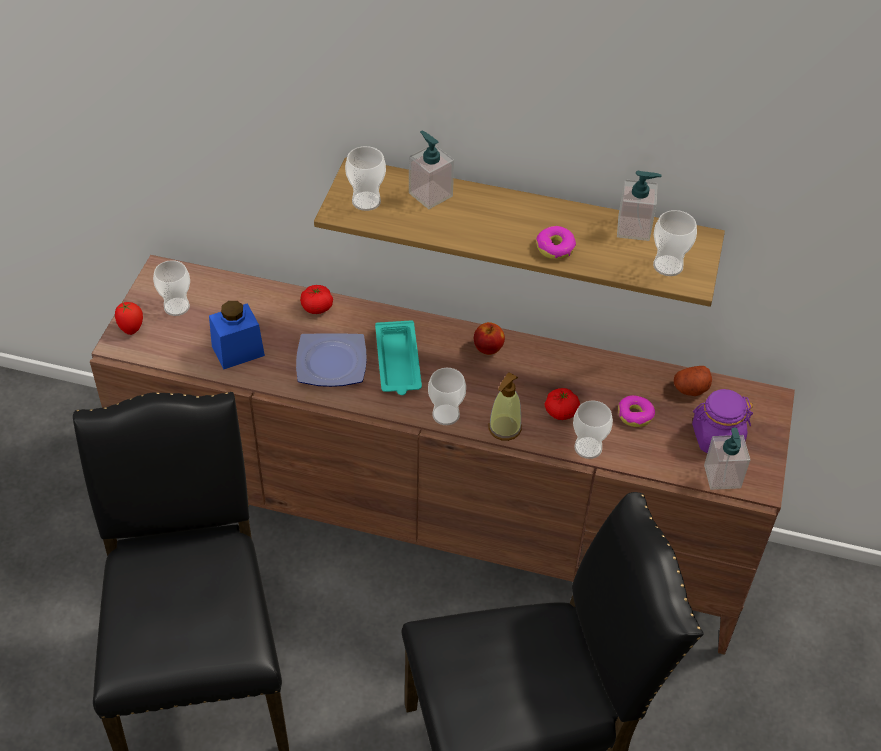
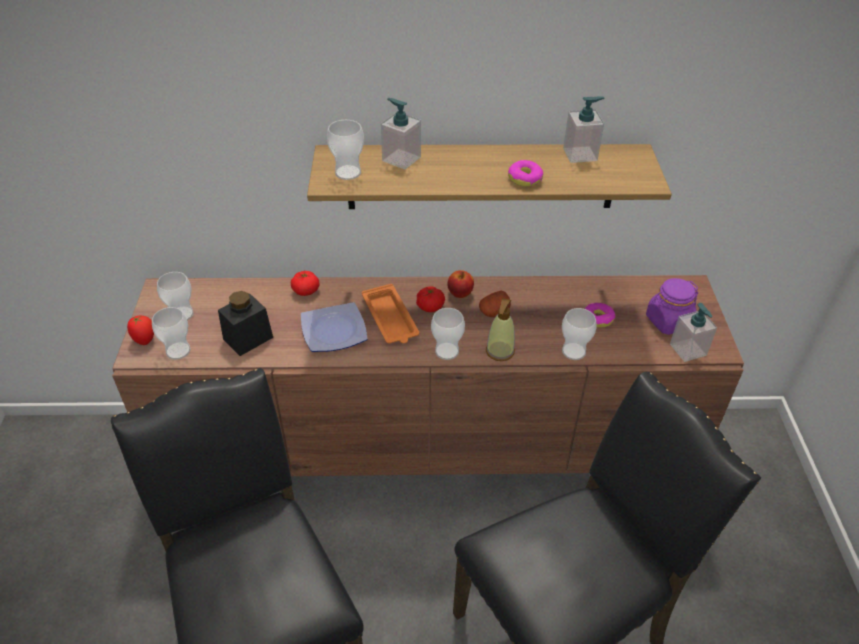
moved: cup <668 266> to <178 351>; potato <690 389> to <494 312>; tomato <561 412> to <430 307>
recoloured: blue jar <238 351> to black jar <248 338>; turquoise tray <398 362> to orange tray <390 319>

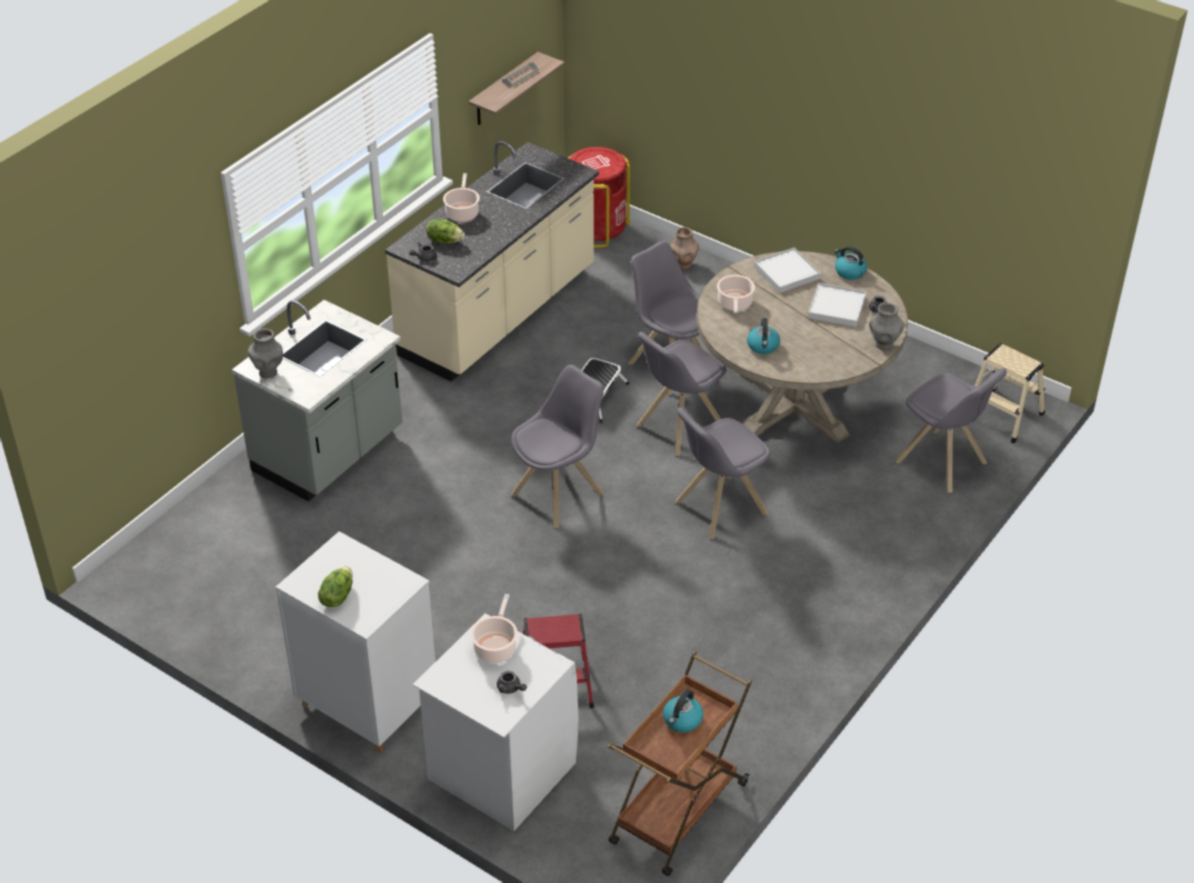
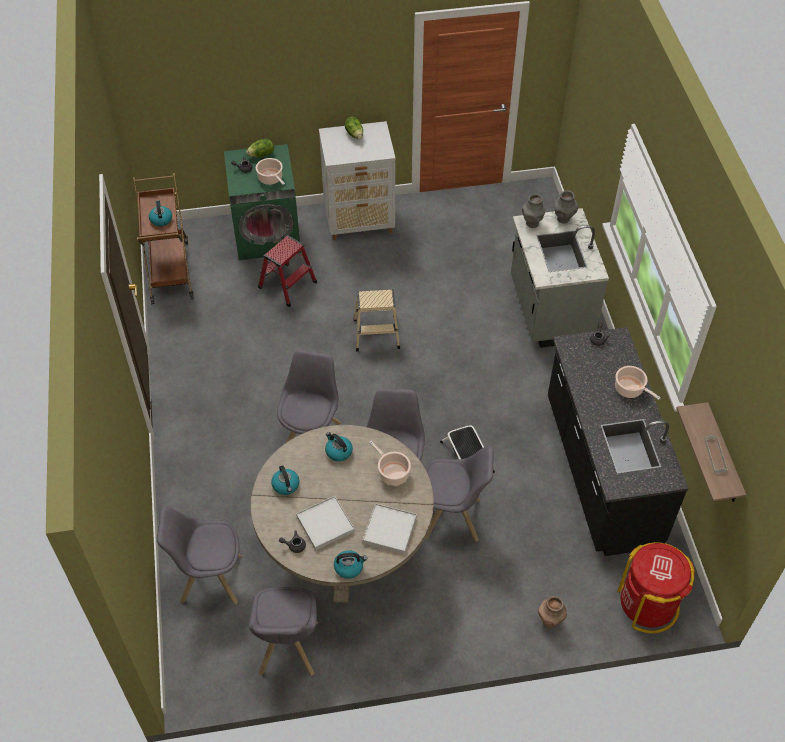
added: kettle <286 485>
moved: lettuce <445 240> to <261 155>; grey vase <883 345> to <532 223>; beige step ladder <1003 415> to <376 333>; grey chair <558 495> to <288 648>
recoloured: beige counter <499 314> to black counter <600 472>; white washing machine <499 771> to green washing machine <267 234>

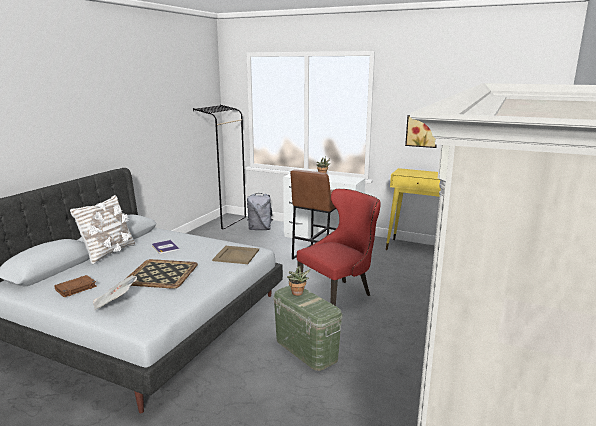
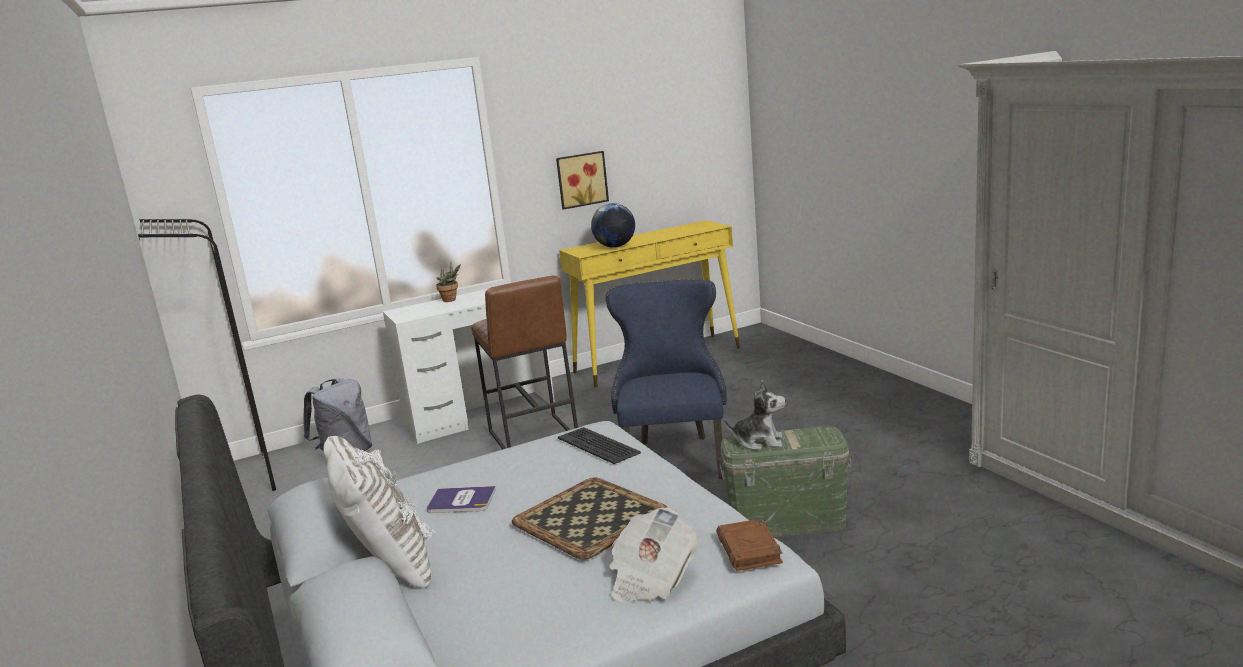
added: globe <615 246>
moved: brown book <75 288> to <749 550>
replaced: beige tray <236 255> to keyboard <599 446>; potted plant <297 294> to plush toy <759 441>
recoloured: red chair <338 295> to blue chair <674 458>

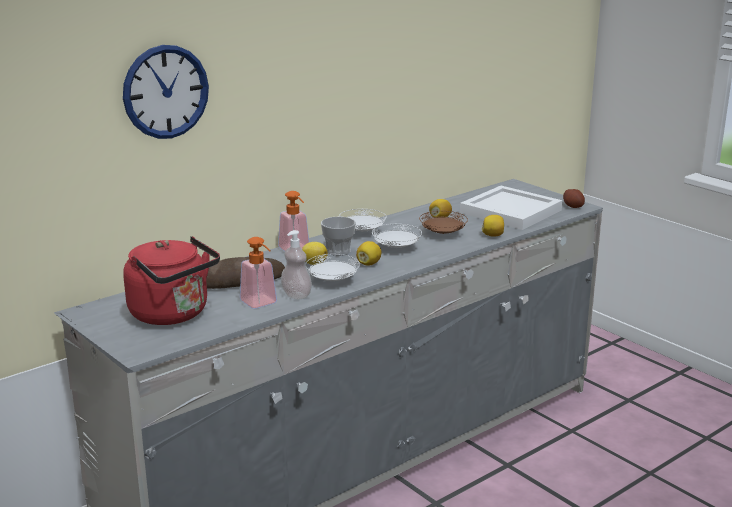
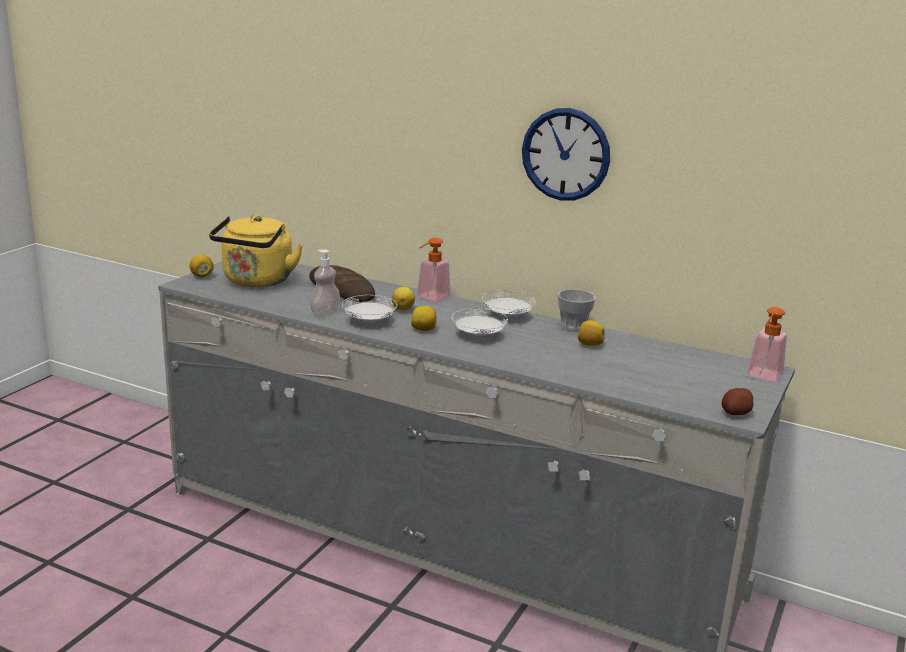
removed: white tray <511 212>; brown plate <442 233>
moved: wall clock <166 92> to <565 154>; lemon <493 235> to <202 276>; cup <338 251> to <573 326>; soap dispenser <261 304> to <762 378>
recoloured: red kettle <173 314> to yellow kettle <256 281>

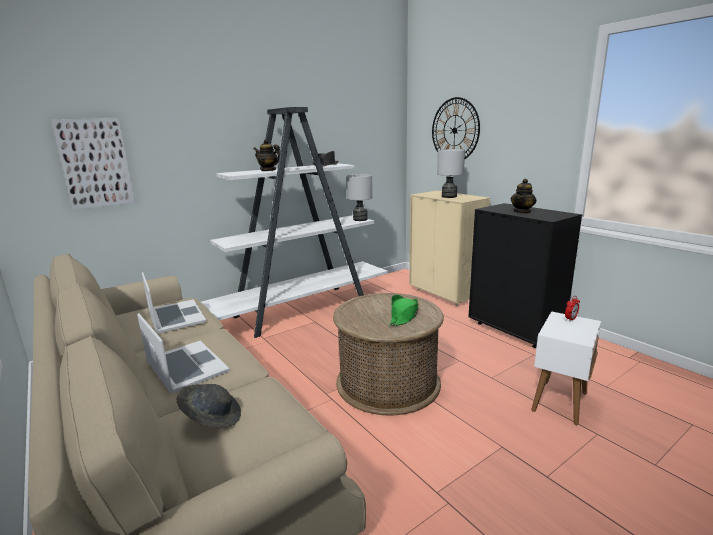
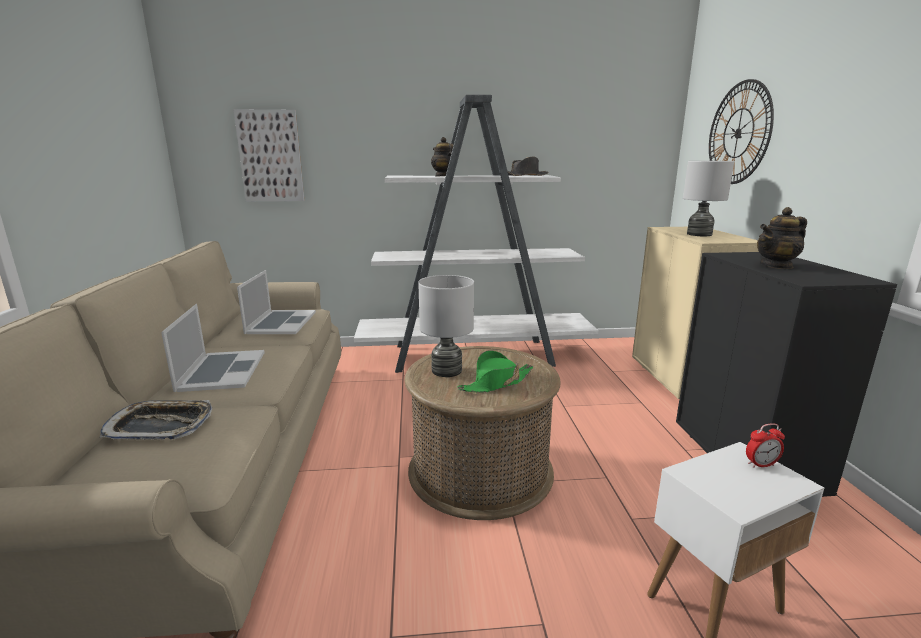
moved: grey table lamp <360 219> to <447 371>
replaced: grey hat <212 418> to tray <160 426>

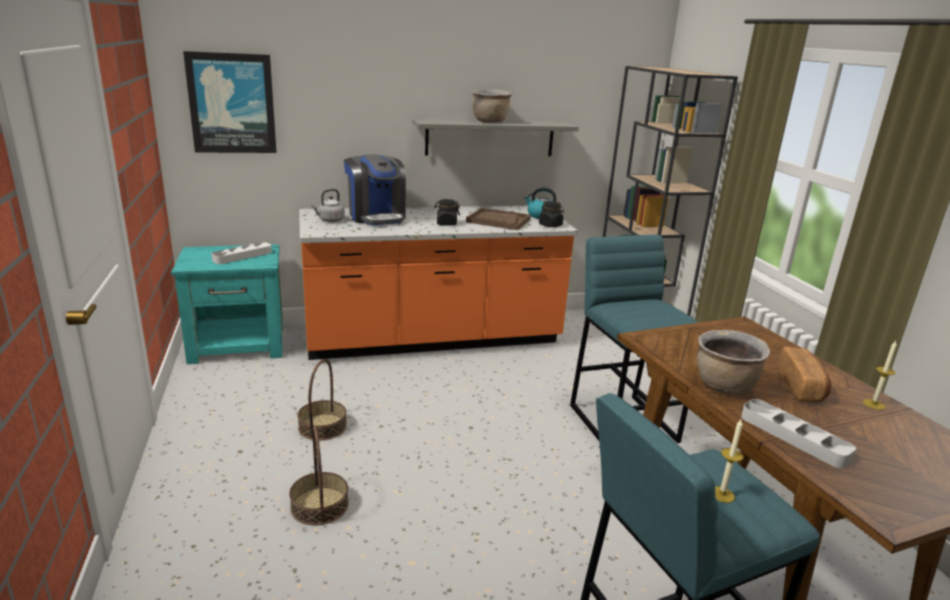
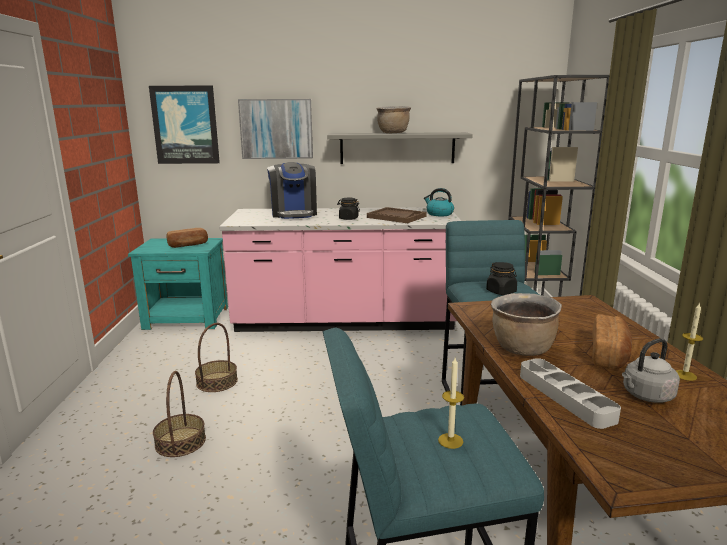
added: picture <276 129>
moved: grey kettle <330 220> to <646 396>; black jar <550 225> to <501 291>
replaced: grey tray <242 256> to bread <188 245>
recoloured: orange counter <433 338> to pink counter <345 321>

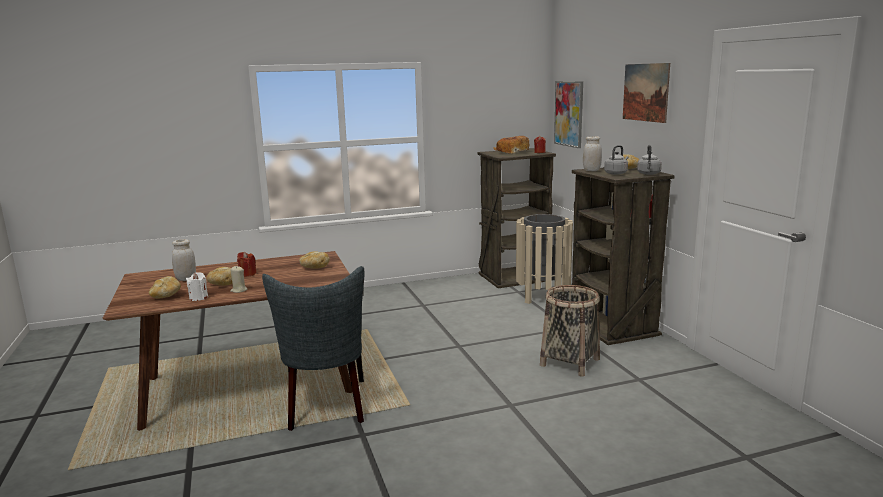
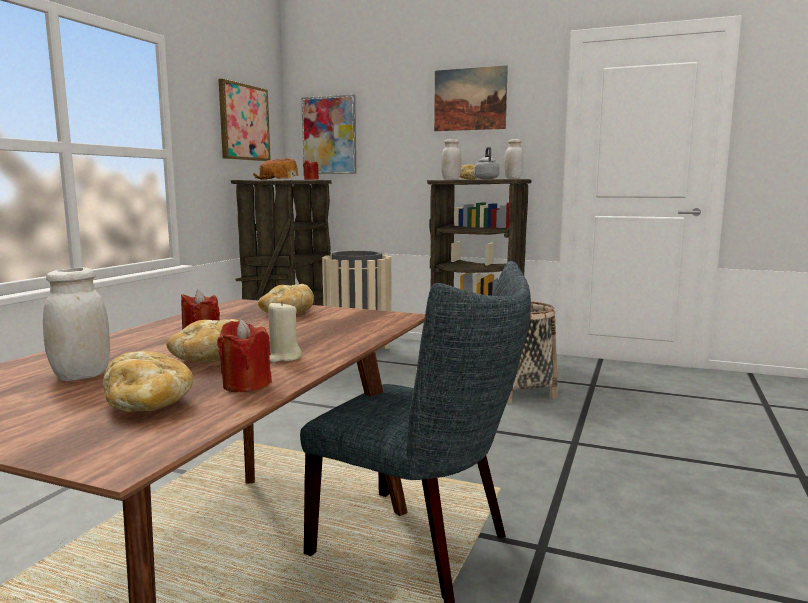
added: picture <243 122>
replaced: grey kettle <648 174> to white jar <513 178>
recoloured: white candle <198 298> to red candle <246 385>

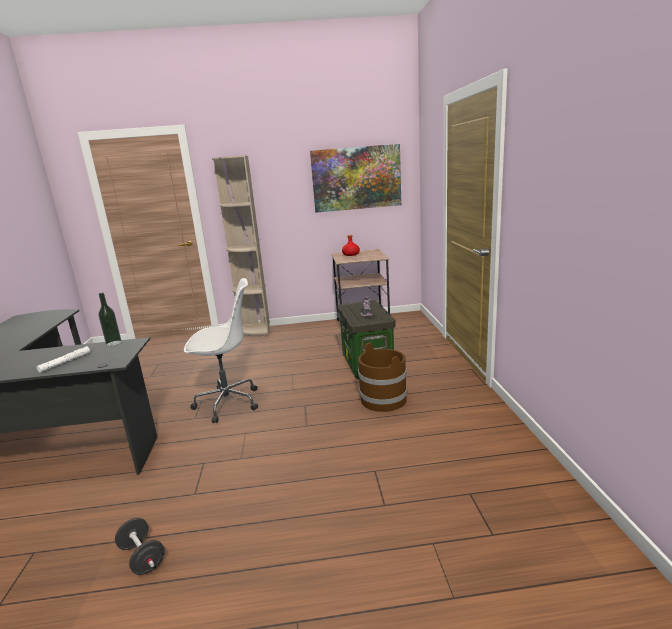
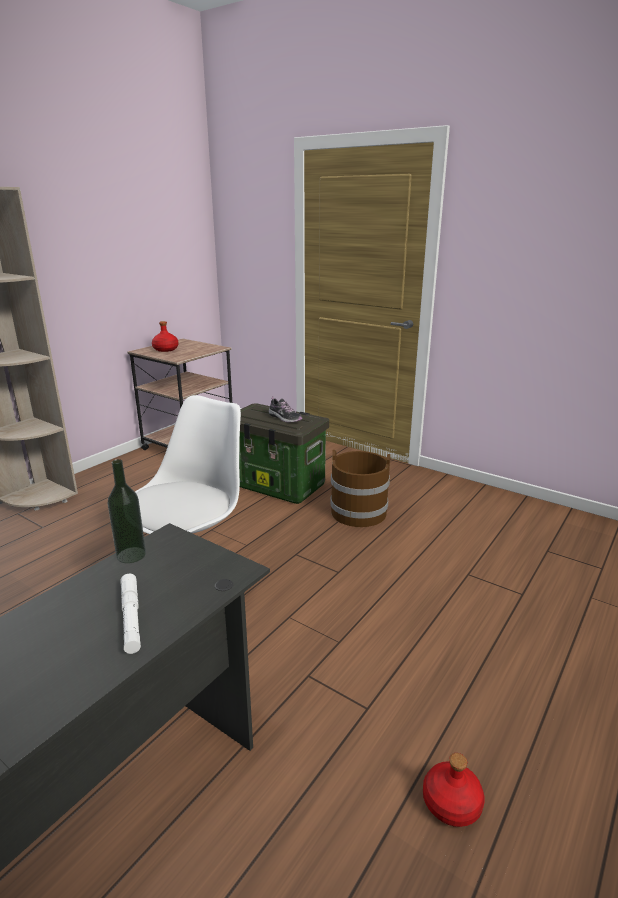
removed: picture <356 178>
replaced: black dumbbell <142 557> to red bottle <451 804>

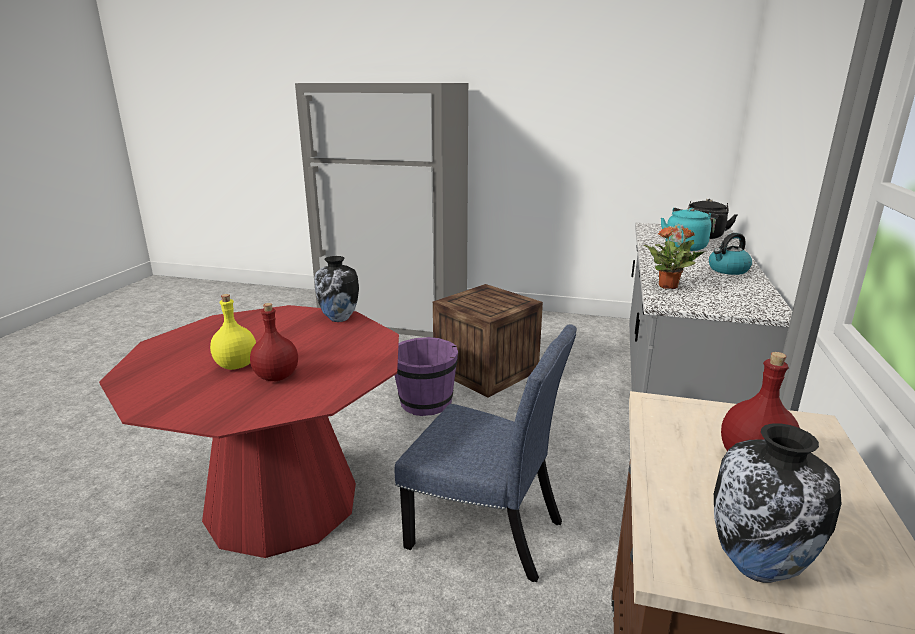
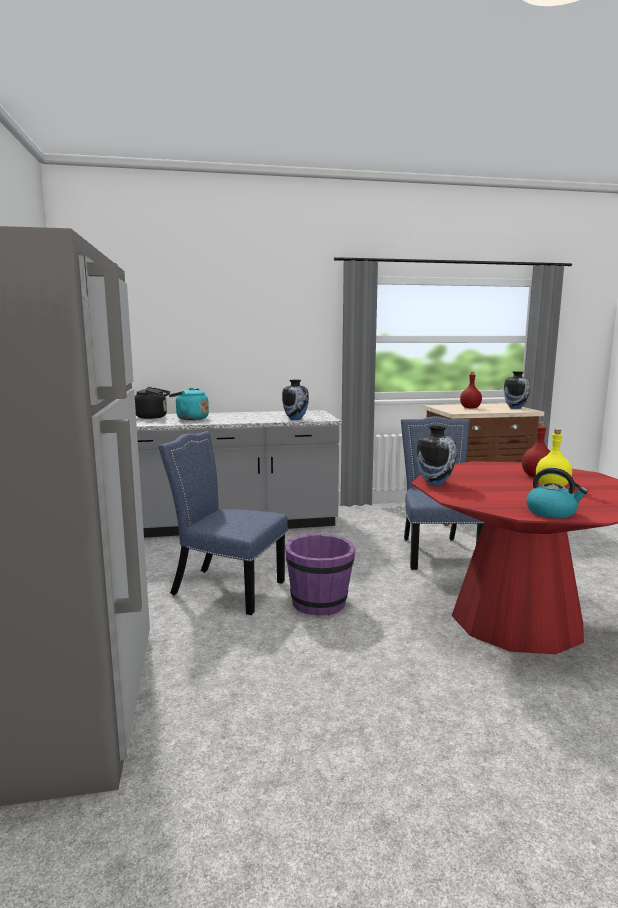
moved: kettle <728 270> to <552 512>
replaced: potted plant <669 286> to vase <295 419>; crate <486 371> to blue chair <229 589>

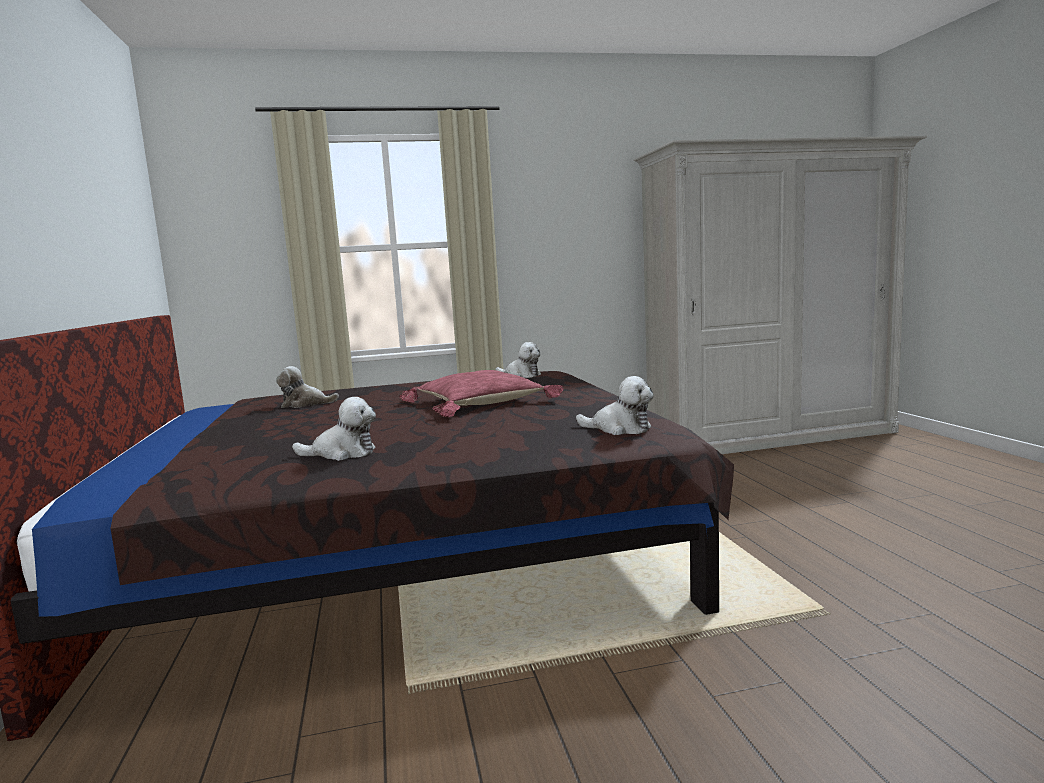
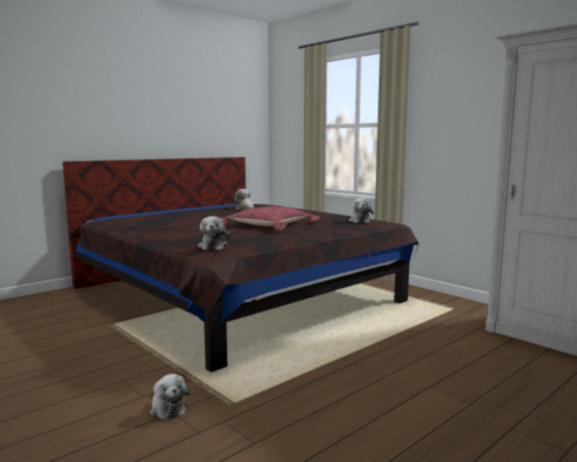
moved: plush toy <342 453> to <168 407>

